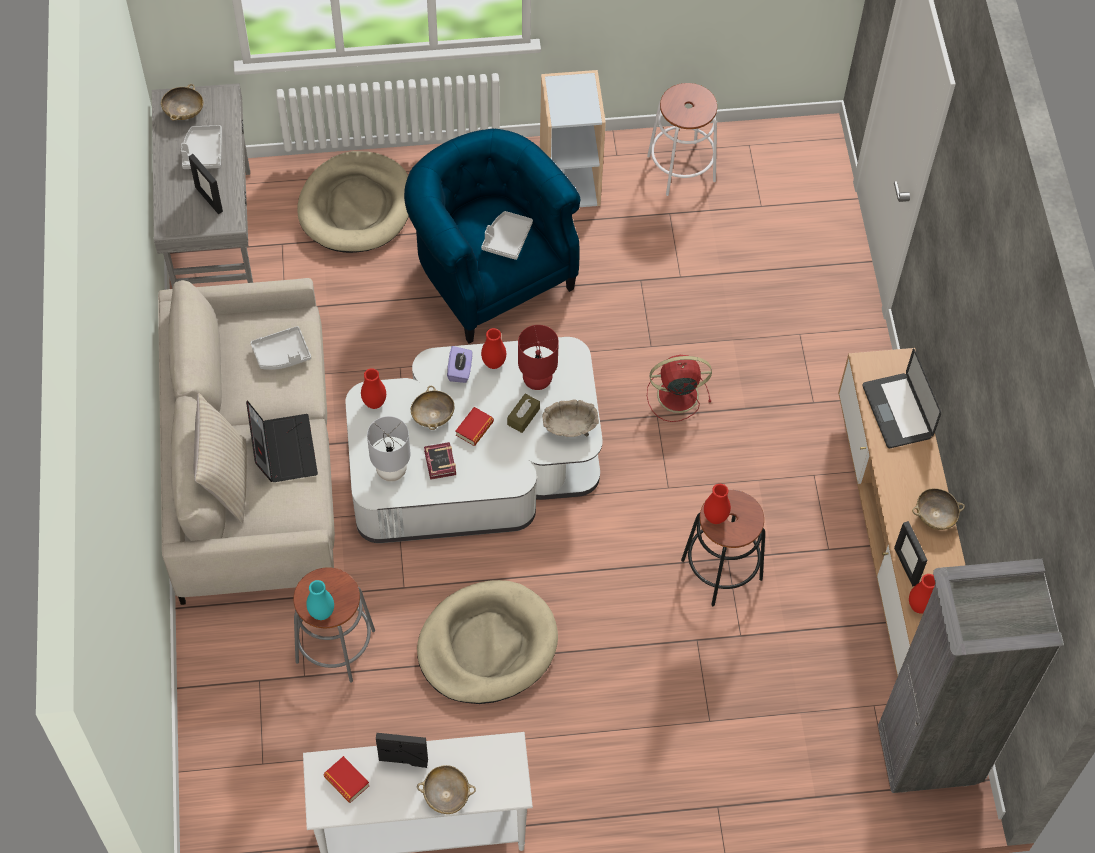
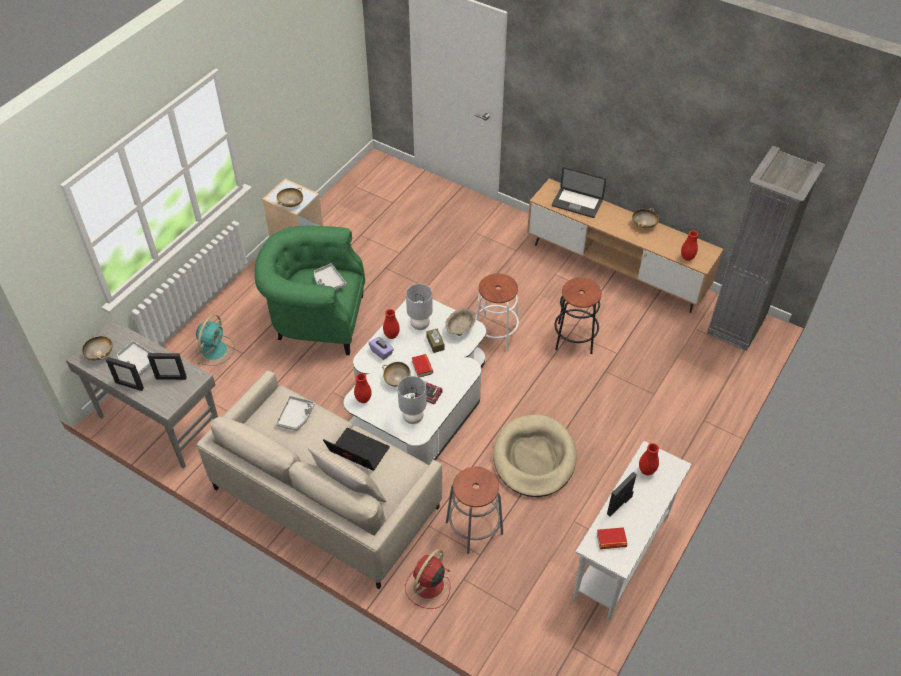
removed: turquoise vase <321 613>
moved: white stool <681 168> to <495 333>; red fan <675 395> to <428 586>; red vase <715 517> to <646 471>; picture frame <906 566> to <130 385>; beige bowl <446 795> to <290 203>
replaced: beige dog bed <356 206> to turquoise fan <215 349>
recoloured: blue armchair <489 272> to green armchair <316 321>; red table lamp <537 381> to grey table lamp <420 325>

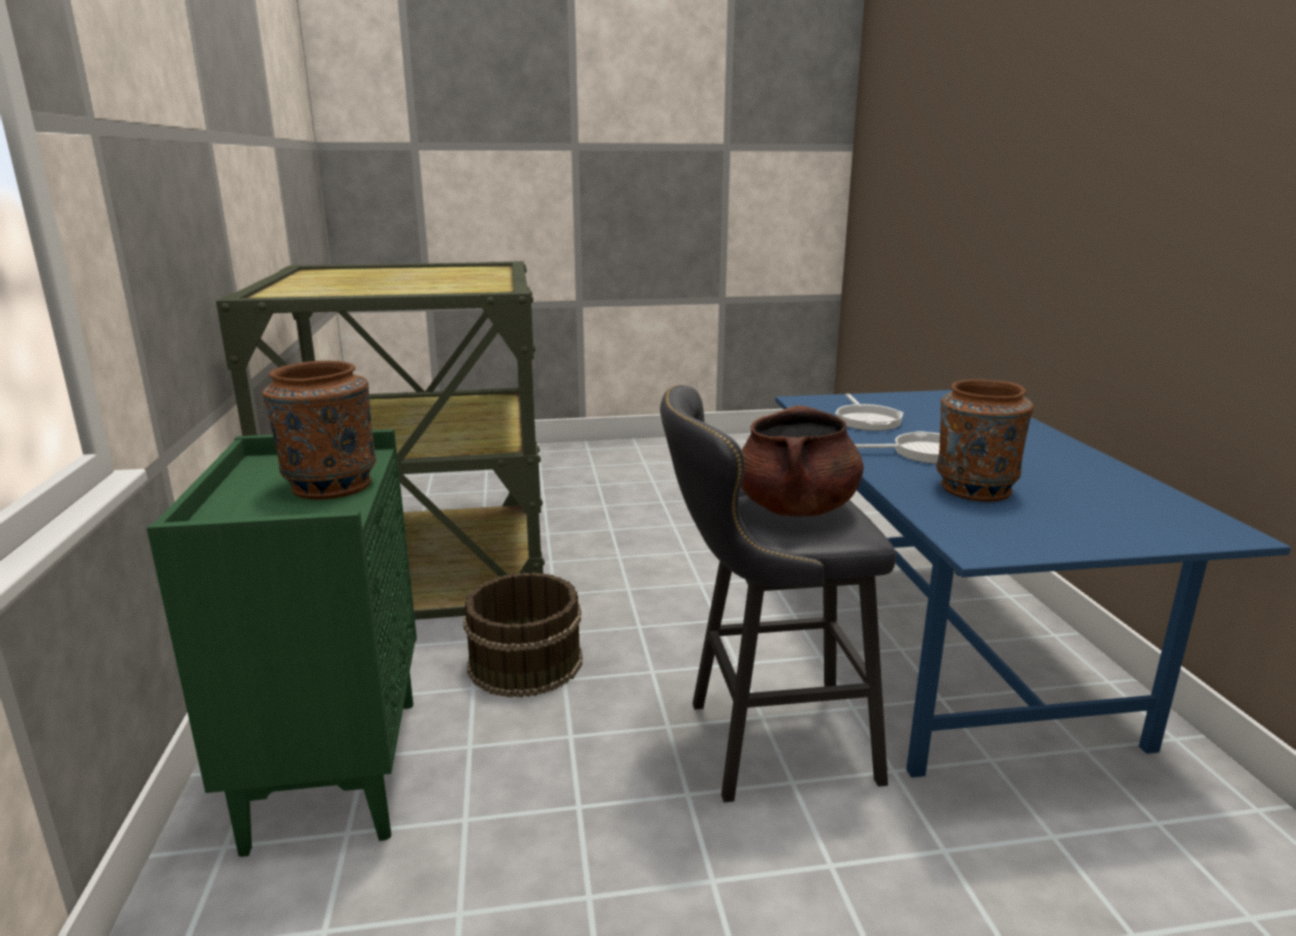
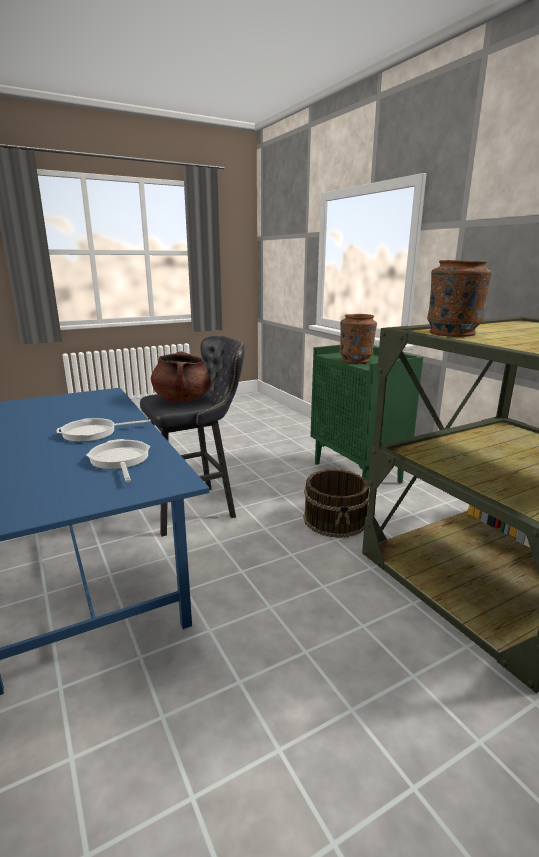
moved: brown vase <974 489> to <452 333>

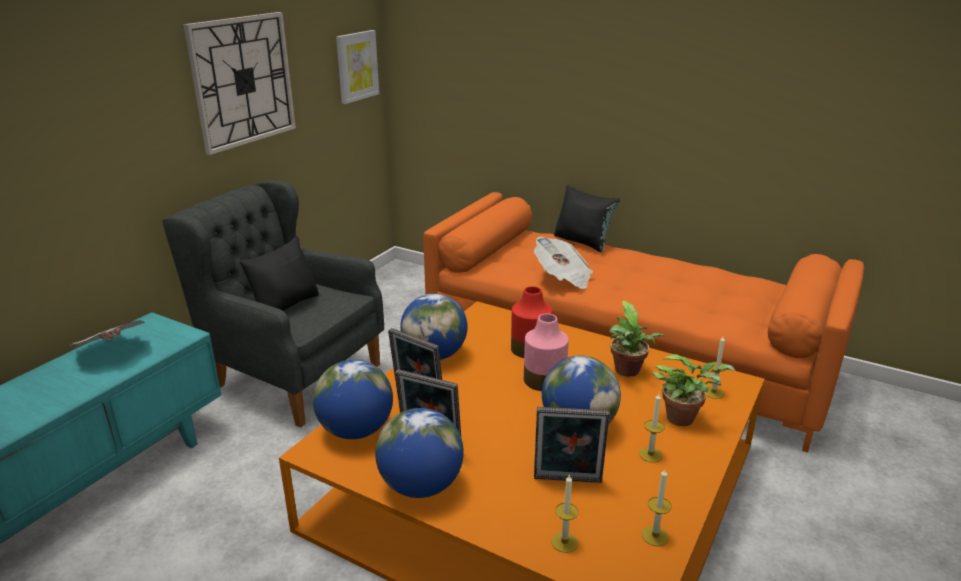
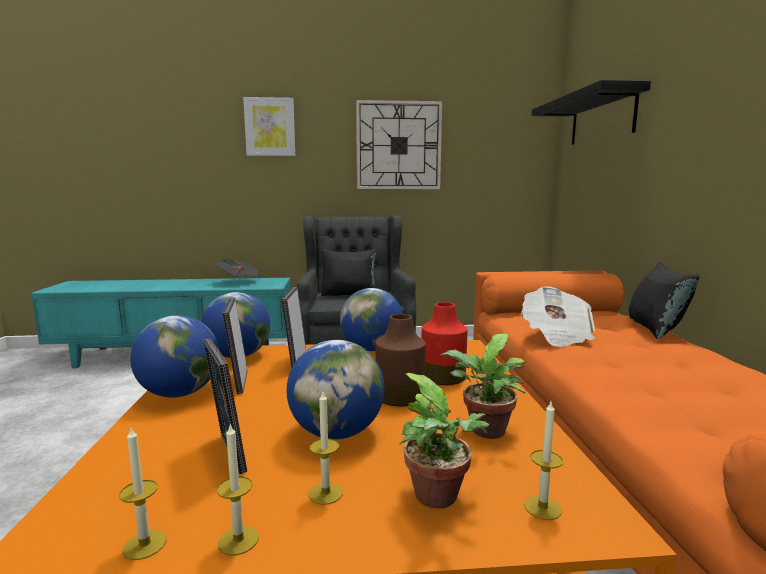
added: black shelf <602 118>
moved: picture <356 66> to <270 127>; candle <564 542> to <238 540>
recoloured: pink vase <544 379> to brown vase <400 395>

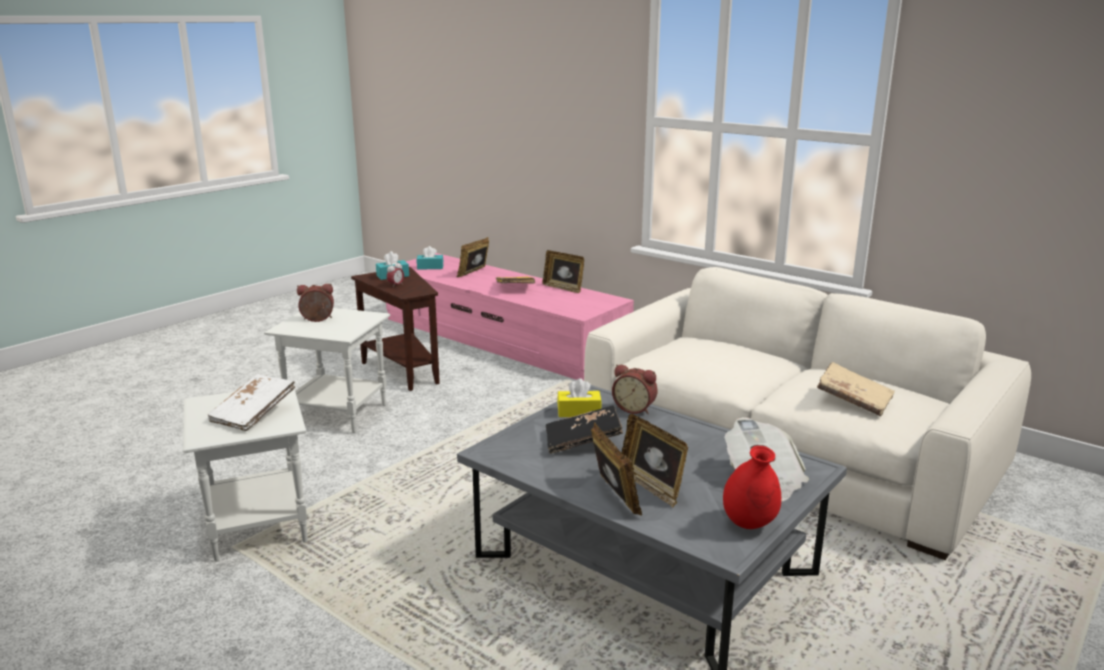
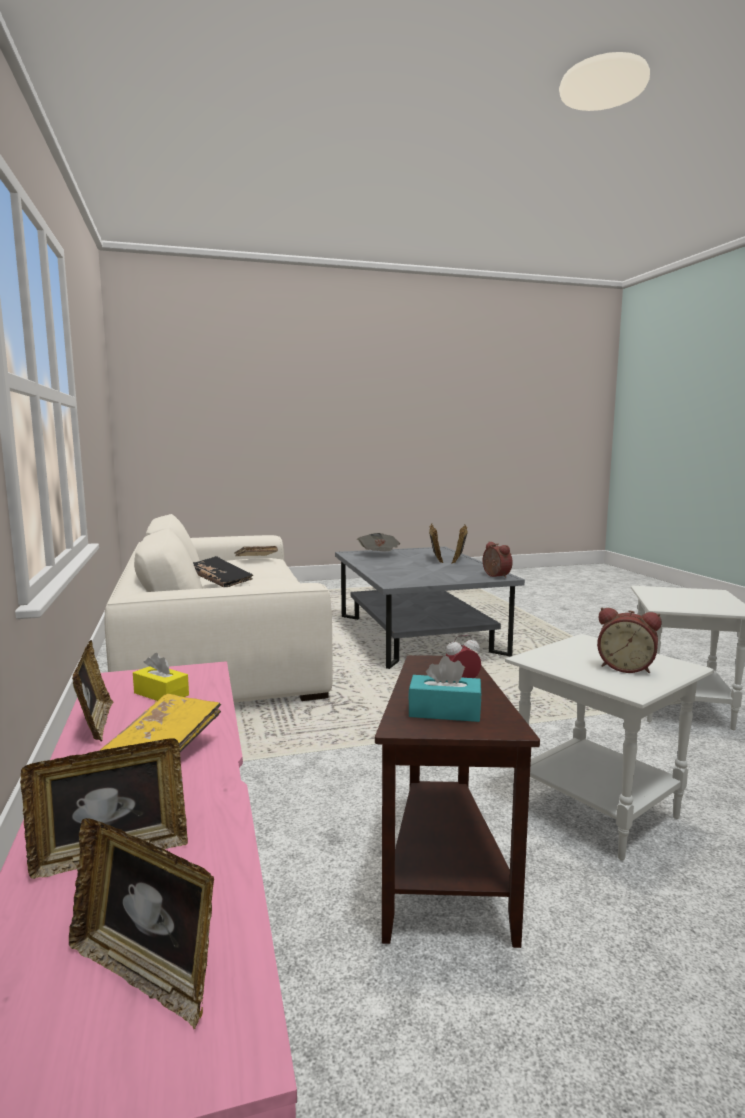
removed: white book <254 414>; red vase <749 523>
moved: alarm clock <635 408> to <495 576>; yellow tissue box <579 412> to <161 694>; black book <583 442> to <220 582>
replaced: turquoise tissue box <430 267> to picture frame <145 972>

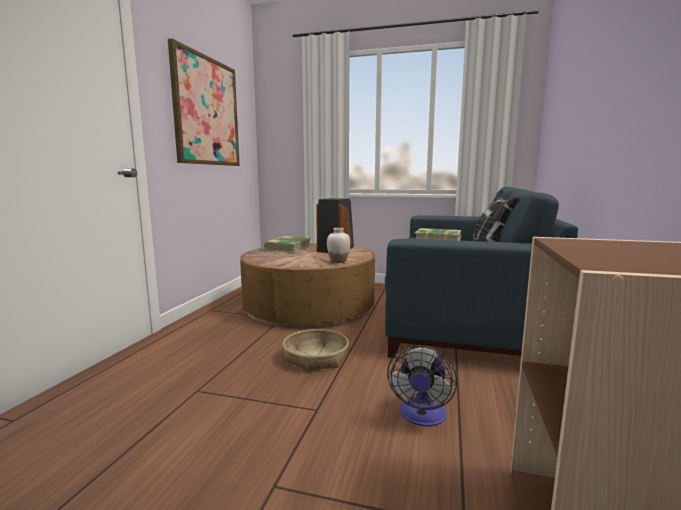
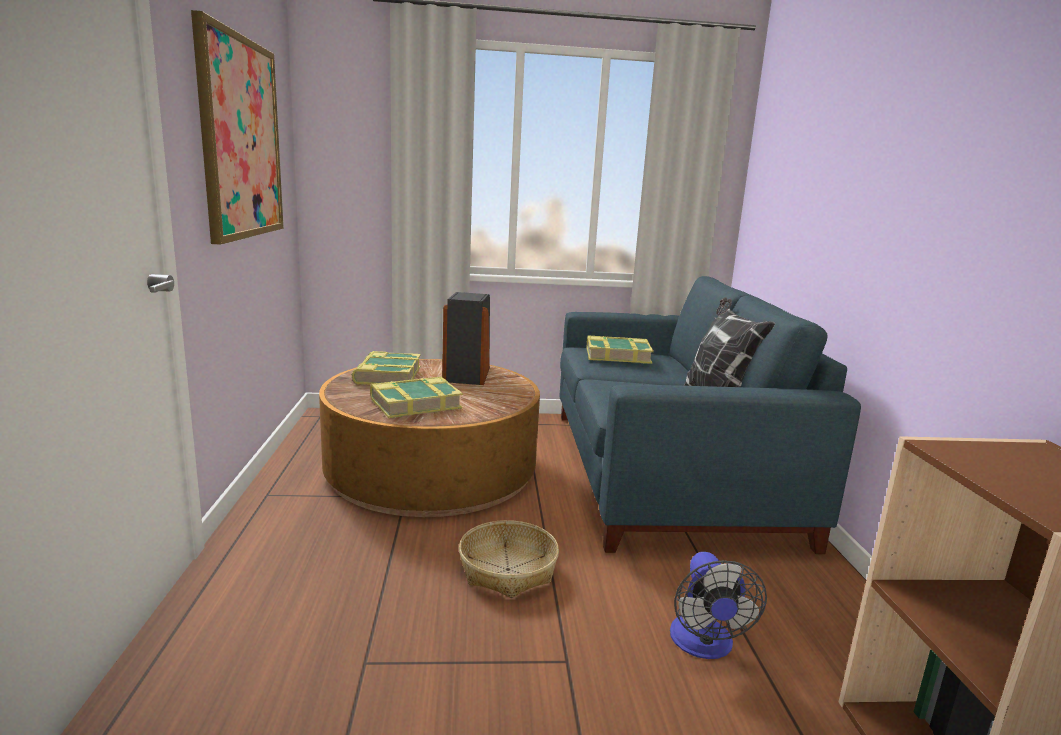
removed: white vase <338 261>
added: book <415 404>

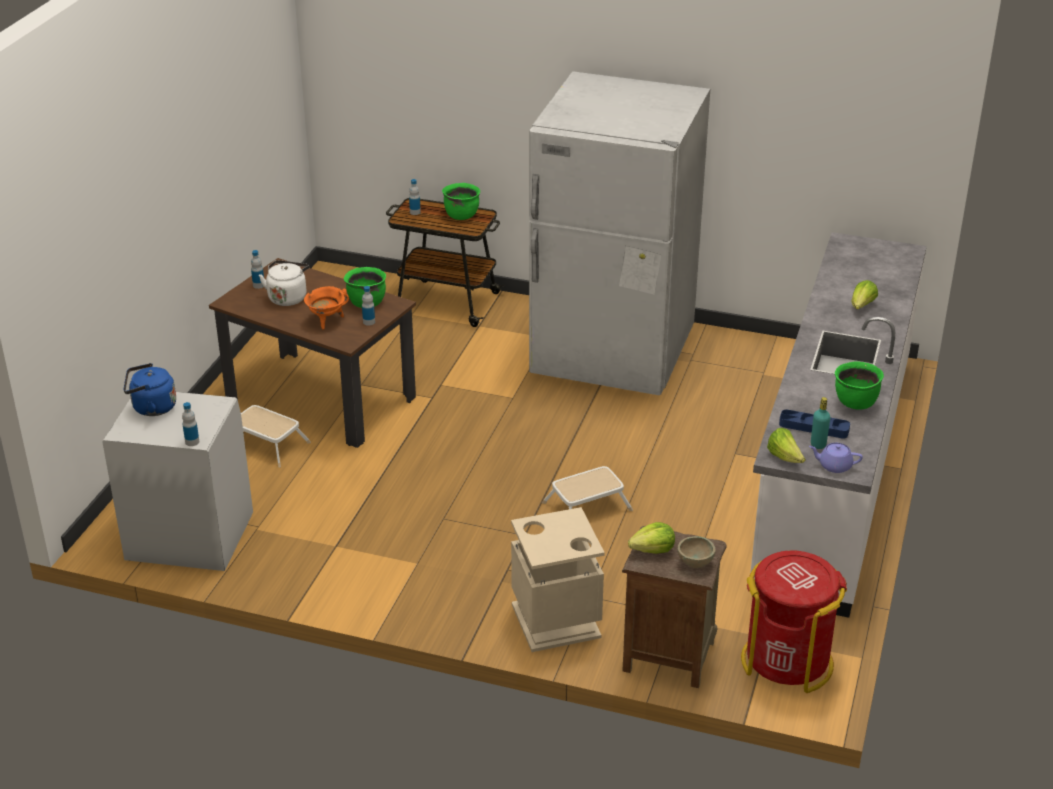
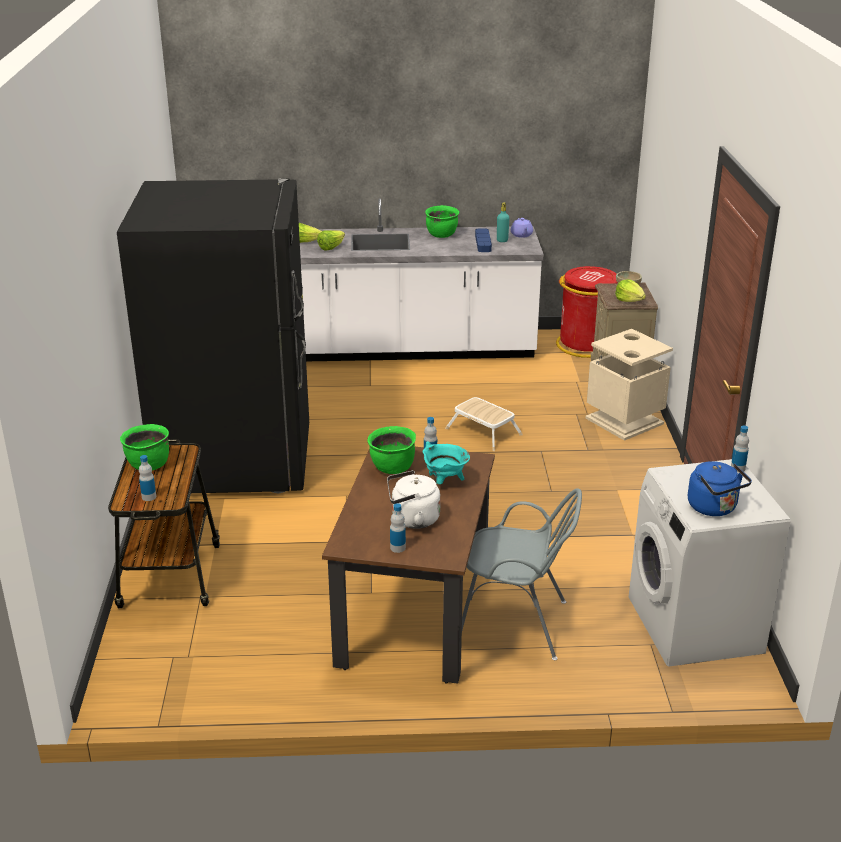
moved: lettuce <785 457> to <331 247>
replaced: beige step ladder <267 443> to grey chair <517 623>
recoloured: white fridge <613 350> to black fridge <235 459>; orange cooking pot <327 321> to turquoise cooking pot <444 482>

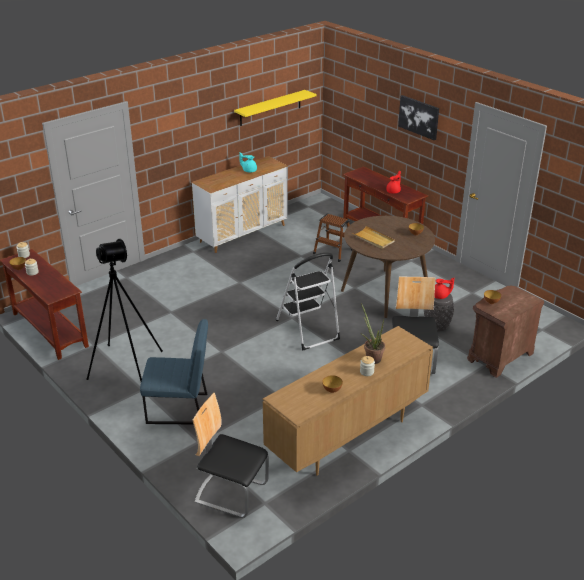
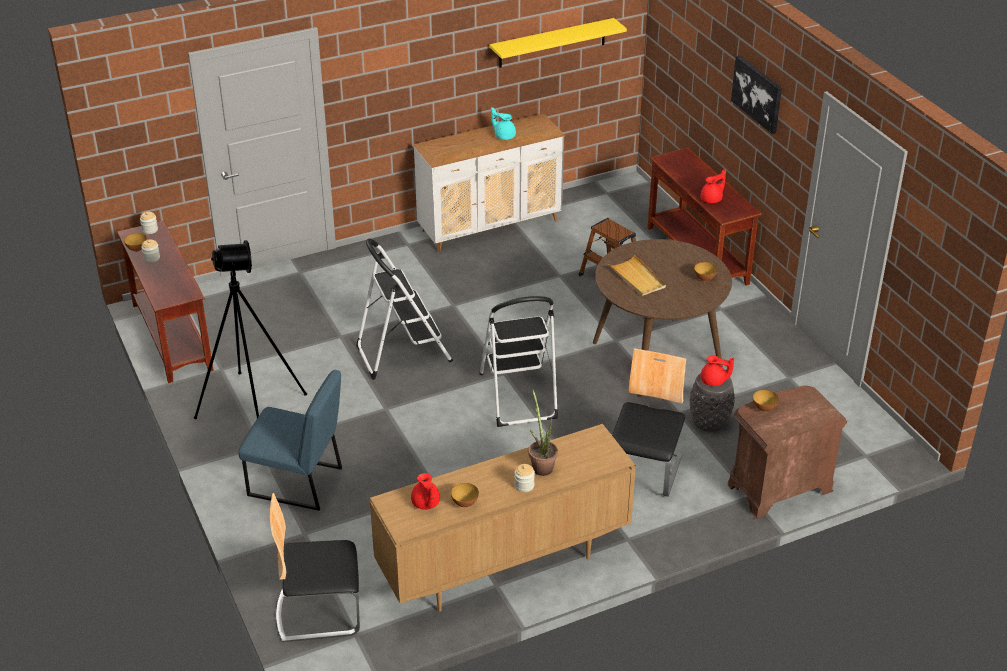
added: step ladder <401 353>; red teapot <426 504>
turned: chair <231 492> = <319 612> 45 degrees counterclockwise

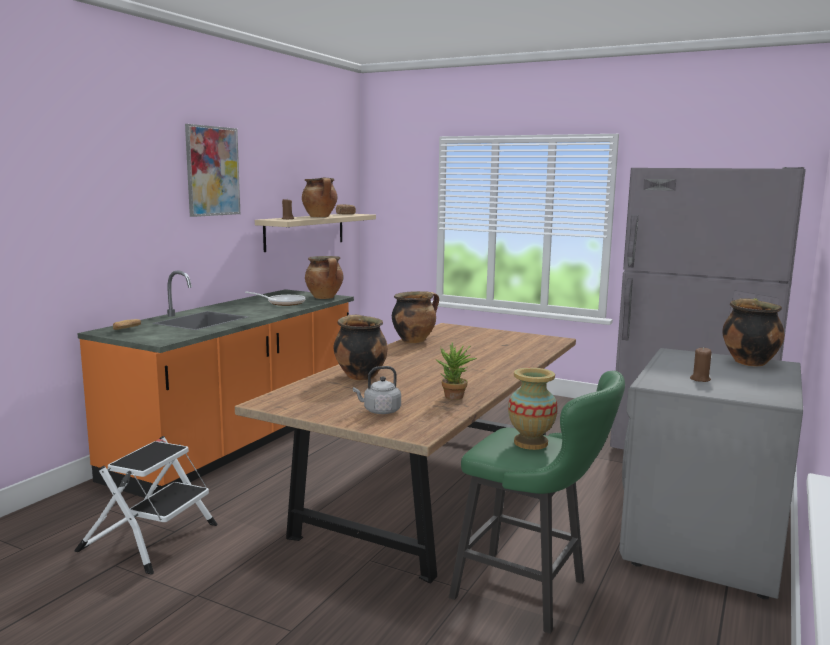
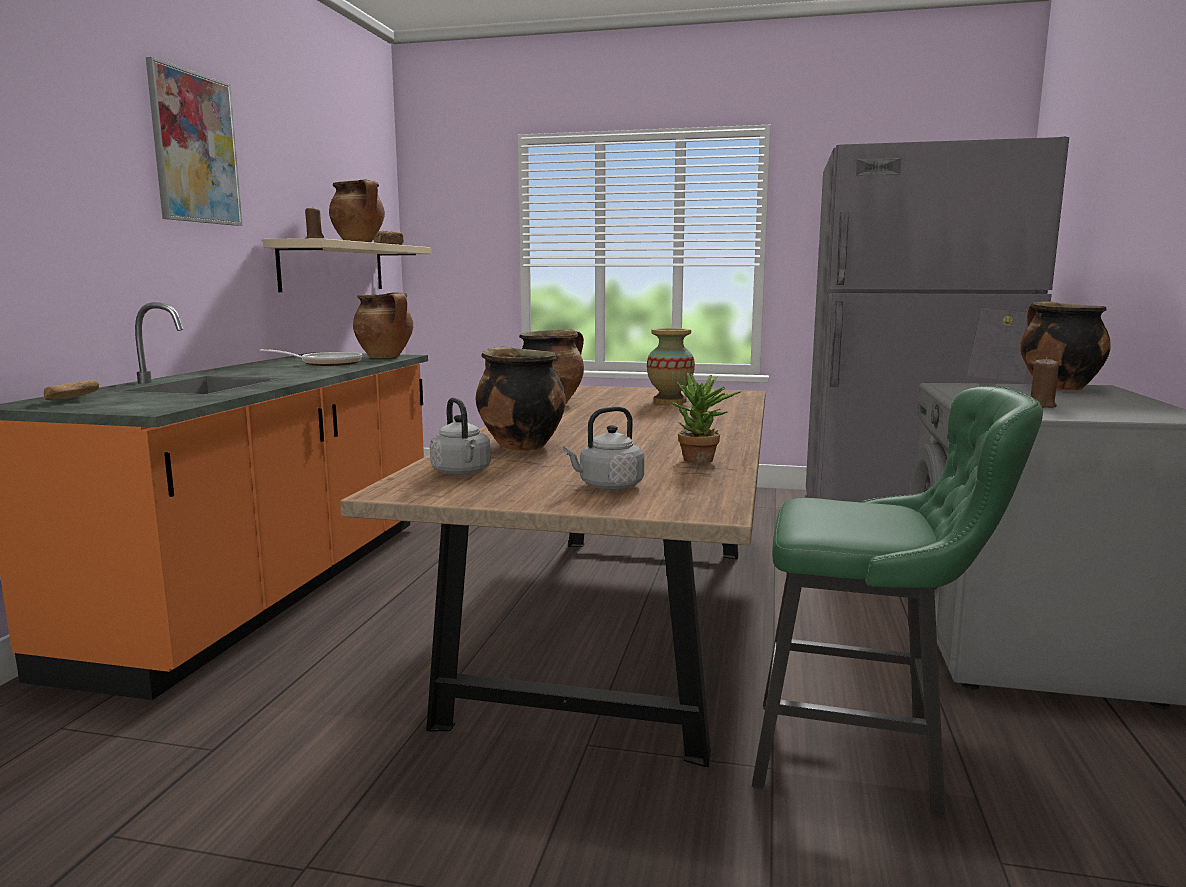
removed: step ladder <149 539>
added: grey kettle <462 472>
moved: vase <530 443> to <669 401>

